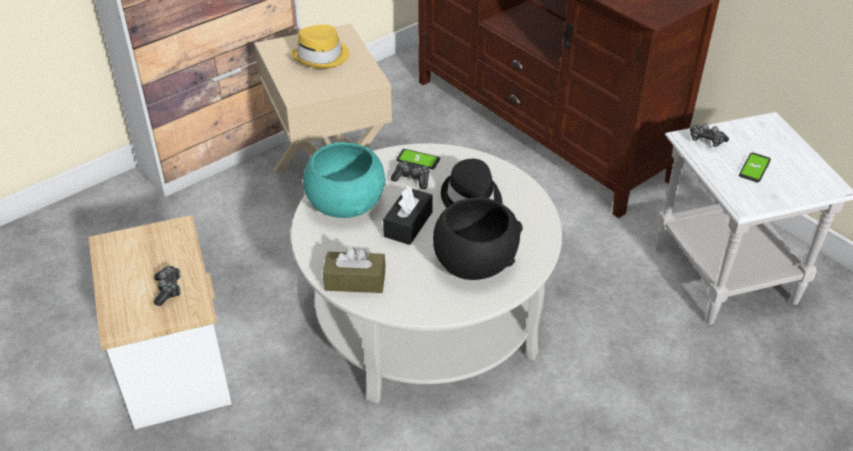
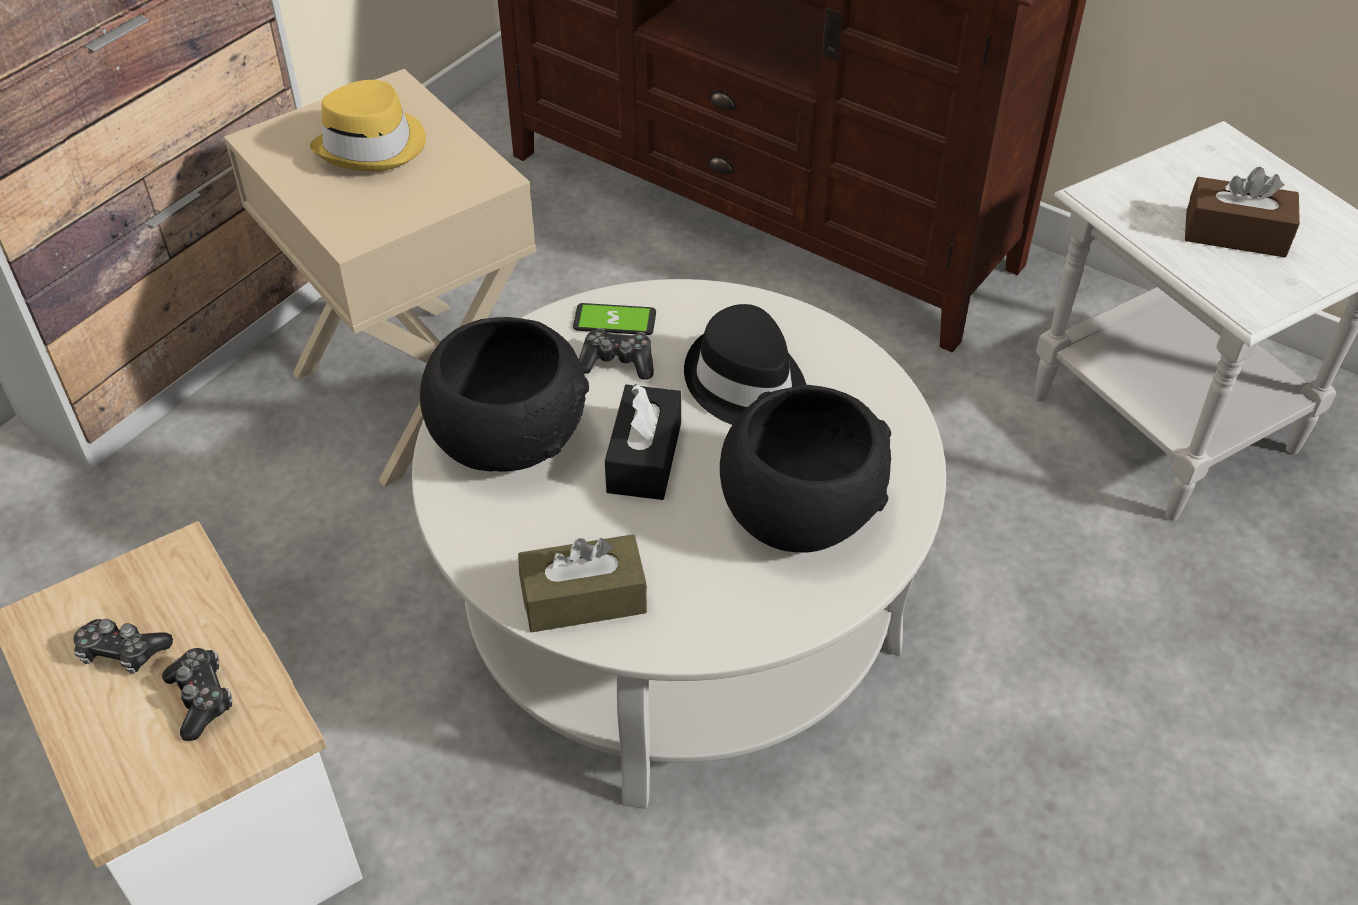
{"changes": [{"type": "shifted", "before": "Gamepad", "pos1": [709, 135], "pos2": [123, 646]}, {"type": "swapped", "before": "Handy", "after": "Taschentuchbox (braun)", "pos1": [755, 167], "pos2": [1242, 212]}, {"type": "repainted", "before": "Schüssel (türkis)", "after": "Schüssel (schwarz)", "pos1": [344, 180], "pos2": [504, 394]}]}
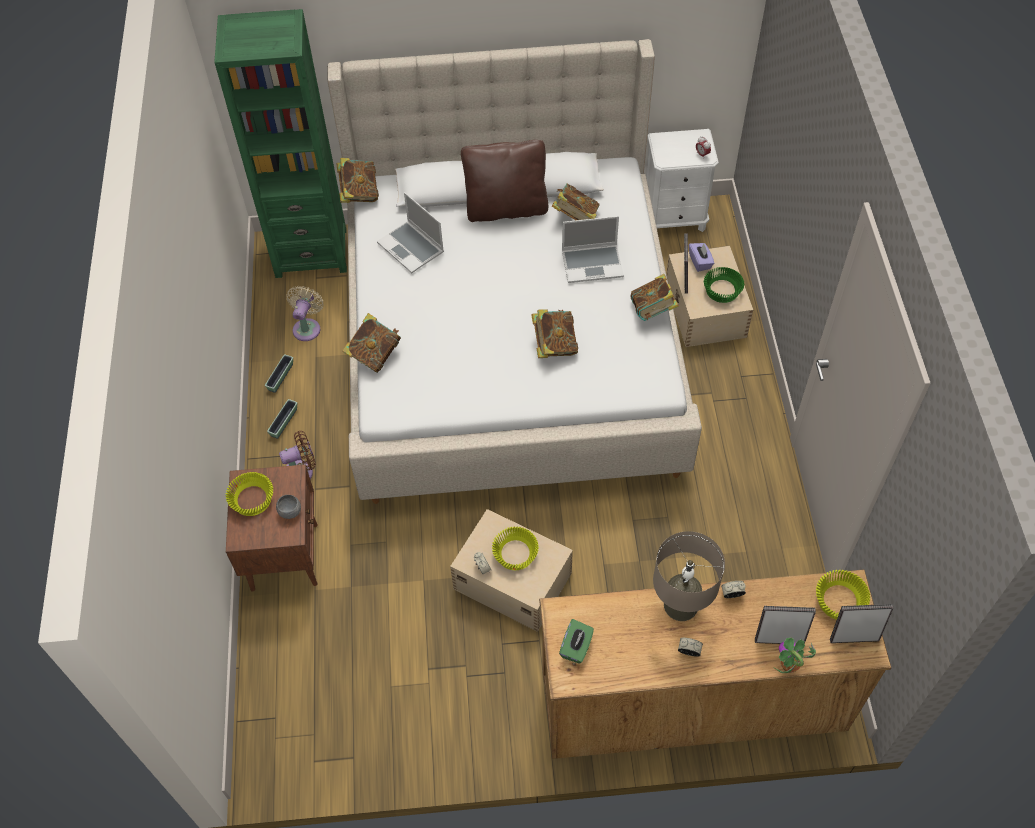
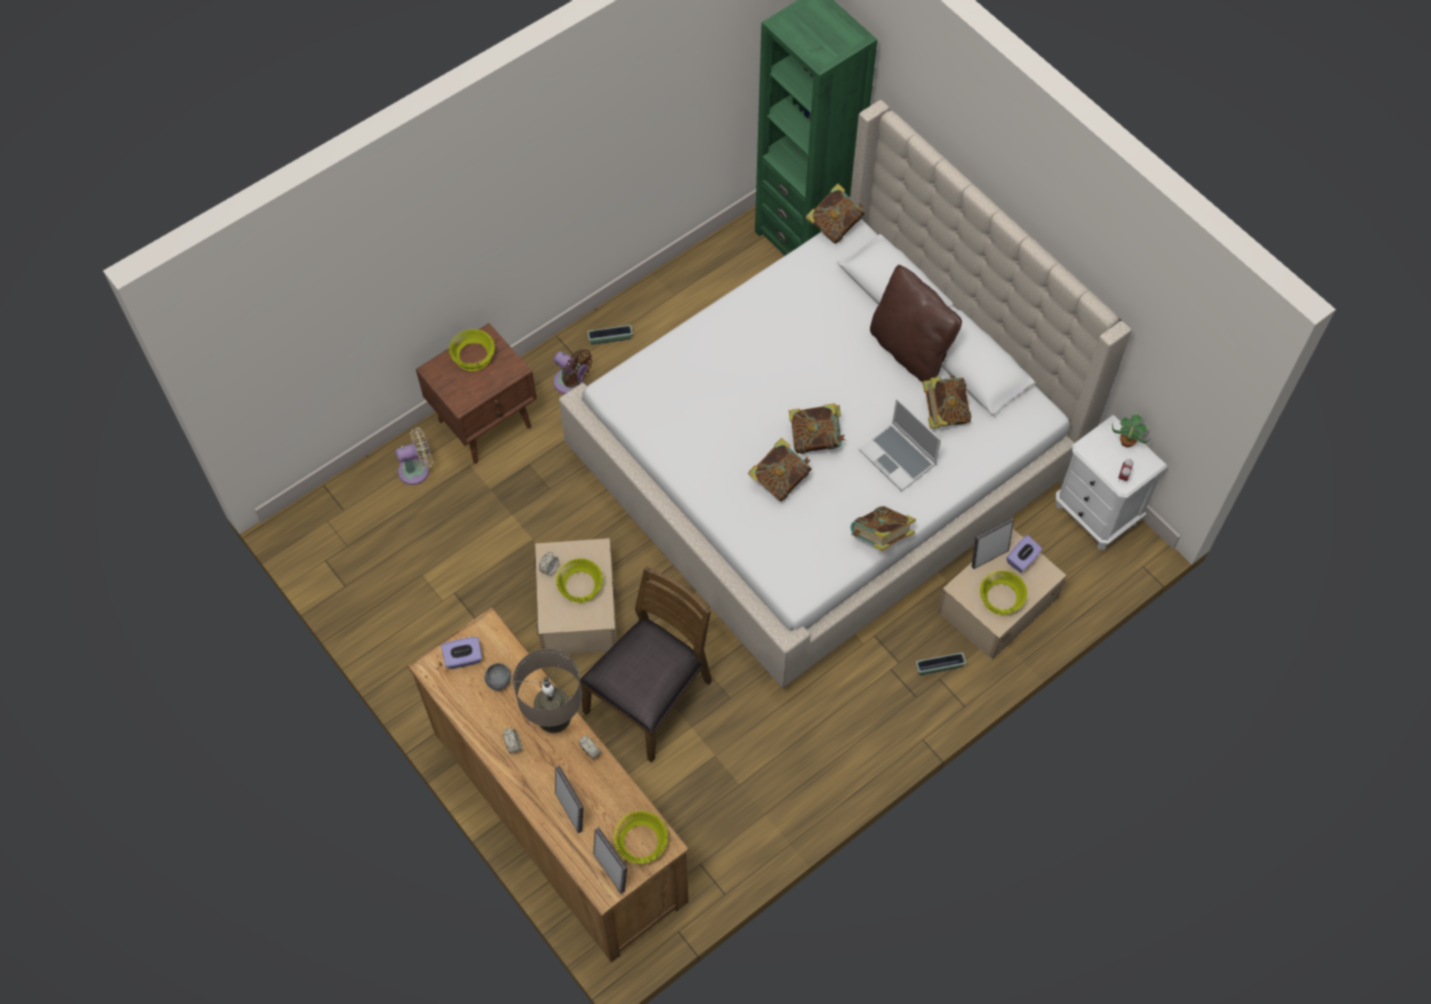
{"changes": [{"type": "gone", "before": "Laptop", "pos1": [410, 232]}, {"type": "new", "after": "Stuhl (braun)", "pos2": [646, 665]}, {"type": "shifted", "before": "Pflanzkübel", "pos1": [279, 373], "pos2": [941, 664]}, {"type": "shifted", "before": "Schüssel (grau)", "pos1": [288, 507], "pos2": [498, 677]}, {"type": "shifted", "before": "Ventilator (beige)", "pos1": [305, 313], "pos2": [414, 456]}, {"type": "shifted", "before": "Buch", "pos1": [371, 343], "pos2": [817, 428]}, {"type": "shifted", "before": "Topfpflanze", "pos1": [795, 655], "pos2": [1132, 431]}, {"type": "repainted", "before": "Taschentuchbox (grün)", "after": "Taschentuchbox (lila)", "pos1": [576, 641], "pos2": [461, 653]}, {"type": "repainted", "before": "Schüssel (grün)", "after": "Schüssel (gelb)", "pos1": [724, 285], "pos2": [1004, 592]}]}
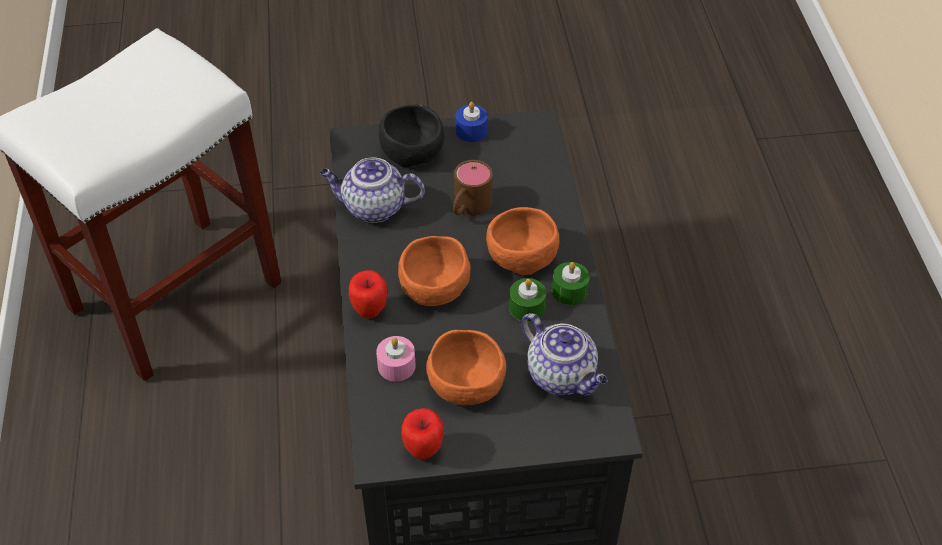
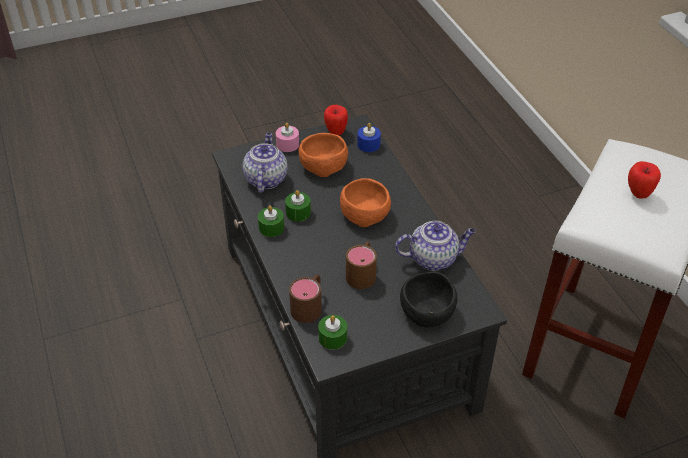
{"changes": [{"type": "gone", "before": "Schüssel (orange)", "pos1": [522, 241]}, {"type": "new", "after": "Henkelbecher (braun)", "pos2": [305, 299]}, {"type": "new", "after": "Kerze (grün)", "pos2": [332, 332]}, {"type": "shifted", "before": "Apfel", "pos1": [368, 294], "pos2": [644, 180]}, {"type": "shifted", "before": "Kerze (rosa)", "pos1": [396, 359], "pos2": [287, 137]}, {"type": "shifted", "before": "Kerze (blau)", "pos1": [472, 122], "pos2": [369, 137]}, {"type": "rotated", "before": "Teekanne", "pos1": [564, 354], "pos2": [265, 162], "turn": 60}]}
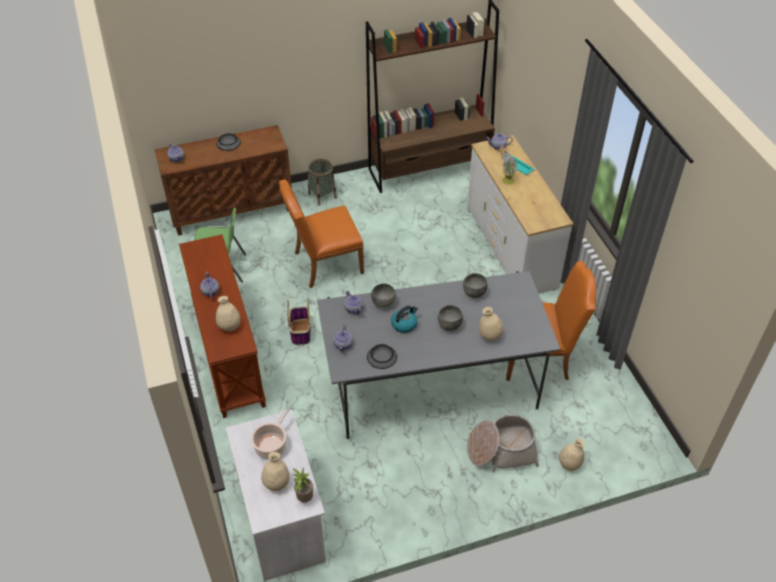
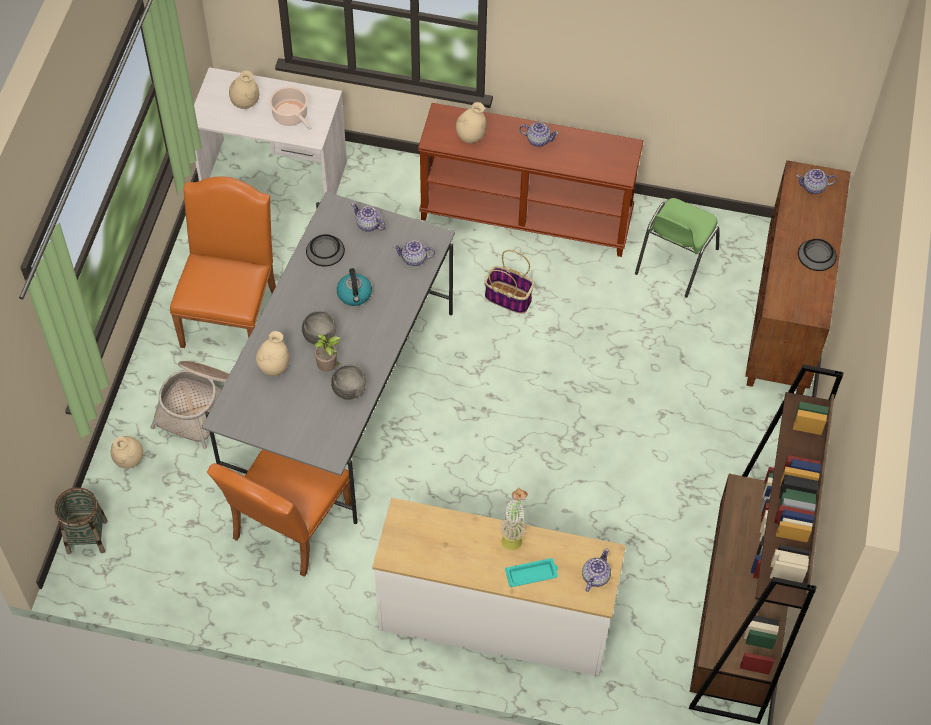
{"changes": [{"type": "gone", "before": "Schüssel (grau)", "pos1": [383, 295]}, {"type": "shifted", "before": "Stuhl (orange)", "pos1": [321, 234], "pos2": [223, 262]}, {"type": "shifted", "before": "Topfpflanze", "pos1": [303, 485], "pos2": [327, 353]}, {"type": "shifted", "before": "Korb", "pos1": [322, 182], "pos2": [81, 520]}]}
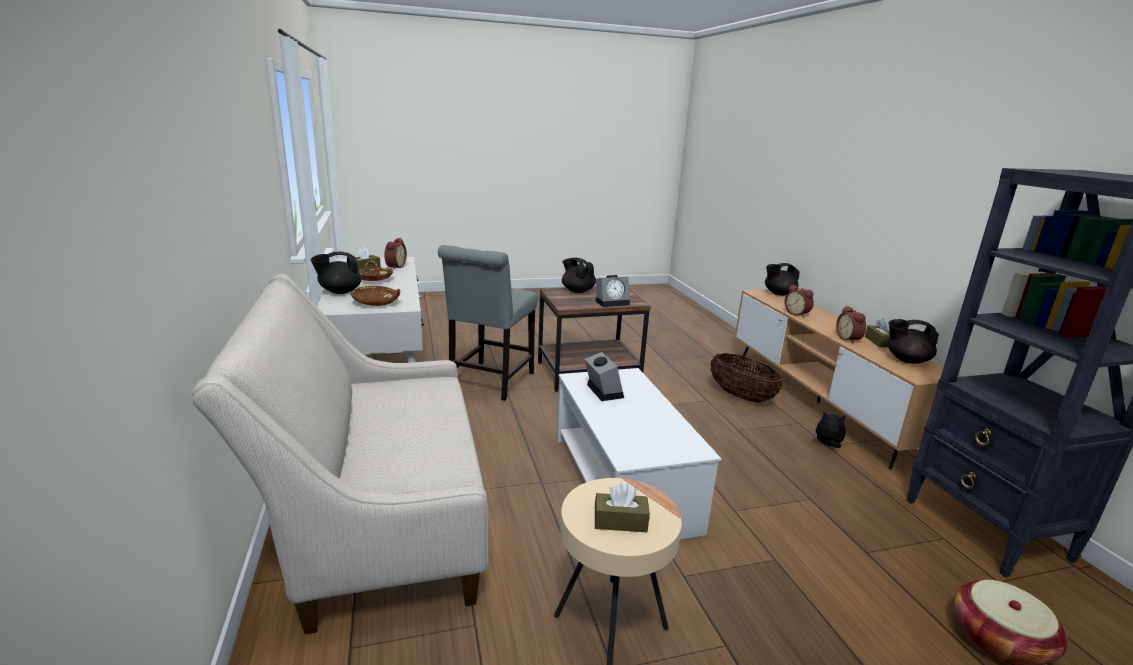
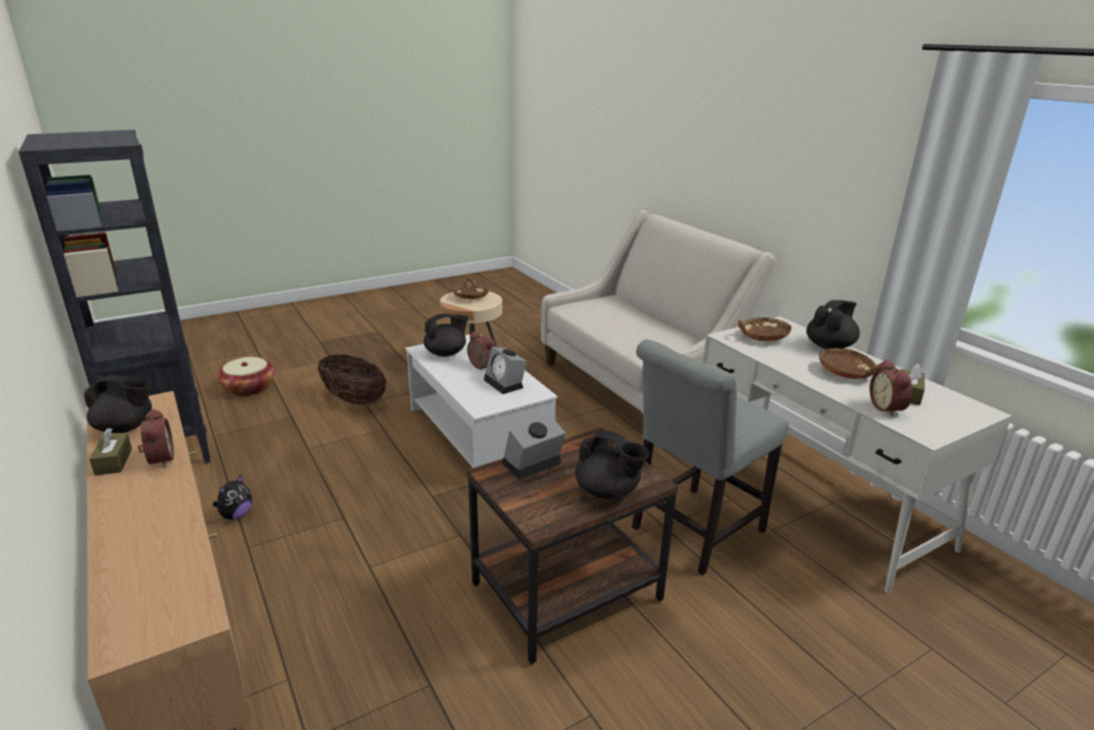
{"changes": [{"type": "shifted", "before": "Korb", "pos1": [746, 378], "pos2": [352, 380]}, {"type": "shifted", "before": "Teekanne (schwarz)", "pos1": [782, 279], "pos2": [446, 335]}, {"type": "shifted", "before": "Wecker", "pos1": [799, 300], "pos2": [481, 350]}, {"type": "swapped", "before": "Taschentuchbox (braun)", "after": "Schüssel (braun)", "pos1": [622, 507], "pos2": [470, 288]}, {"type": "rotated", "before": "Stuhl (grau)", "pos1": [488, 323], "pos2": [710, 457], "turn": -135}, {"type": "rotated", "before": "Plüschtier", "pos1": [830, 430], "pos2": [232, 497], "turn": -60}]}
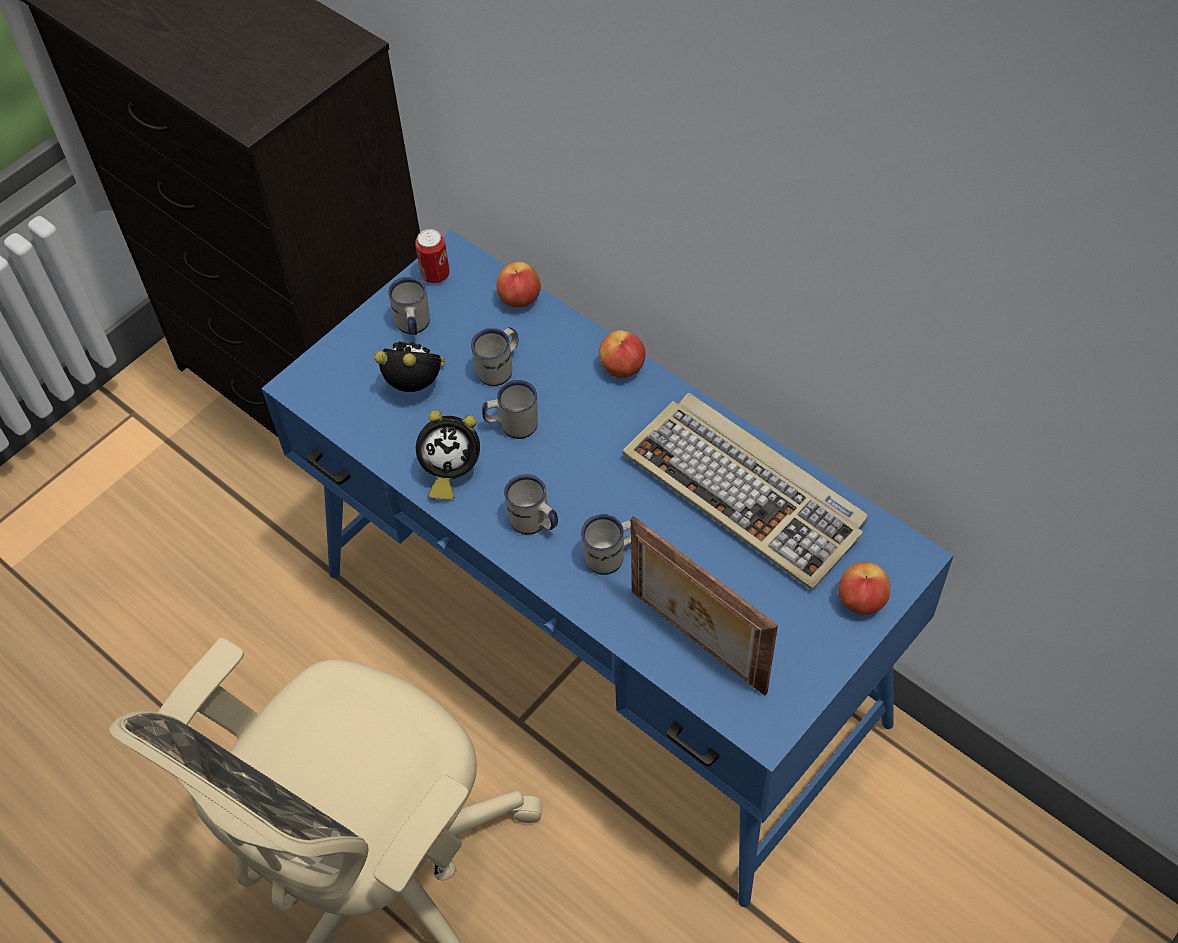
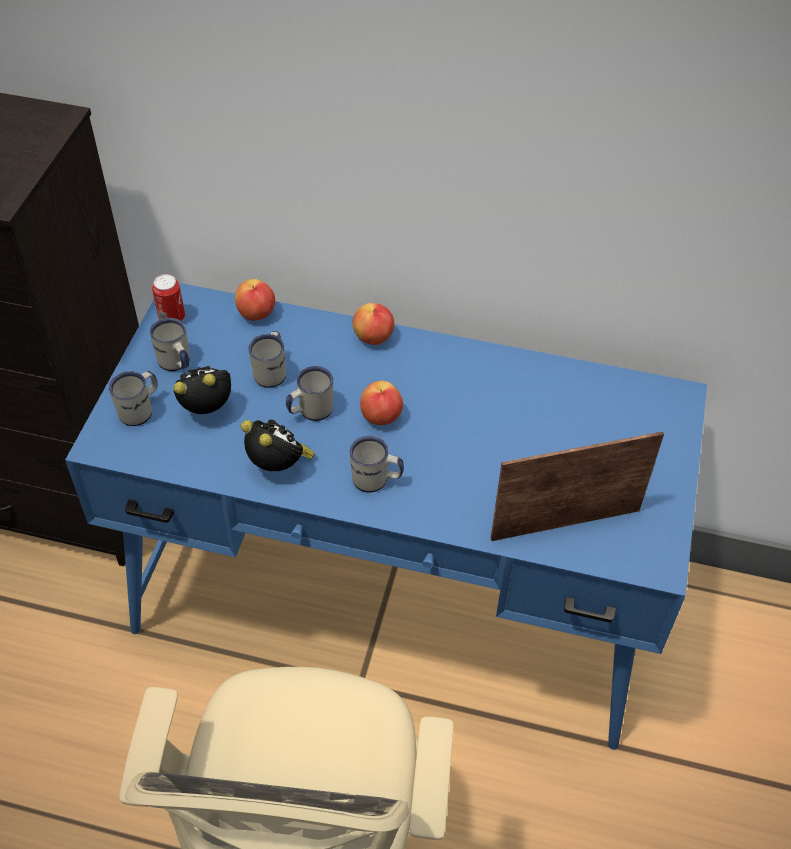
{"changes": [{"type": "gone", "before": "Tastatur", "pos1": [745, 491]}, {"type": "shifted", "before": "Henkelbecher (weiß)", "pos1": [606, 544], "pos2": [133, 398]}, {"type": "shifted", "before": "Apfel", "pos1": [864, 588], "pos2": [381, 403]}, {"type": "rotated", "before": "Wecker", "pos1": [448, 455], "pos2": [278, 445], "turn": -105}, {"type": "rotated", "before": "Bilderrahmen", "pos1": [704, 605], "pos2": [577, 486], "turn": 150}]}
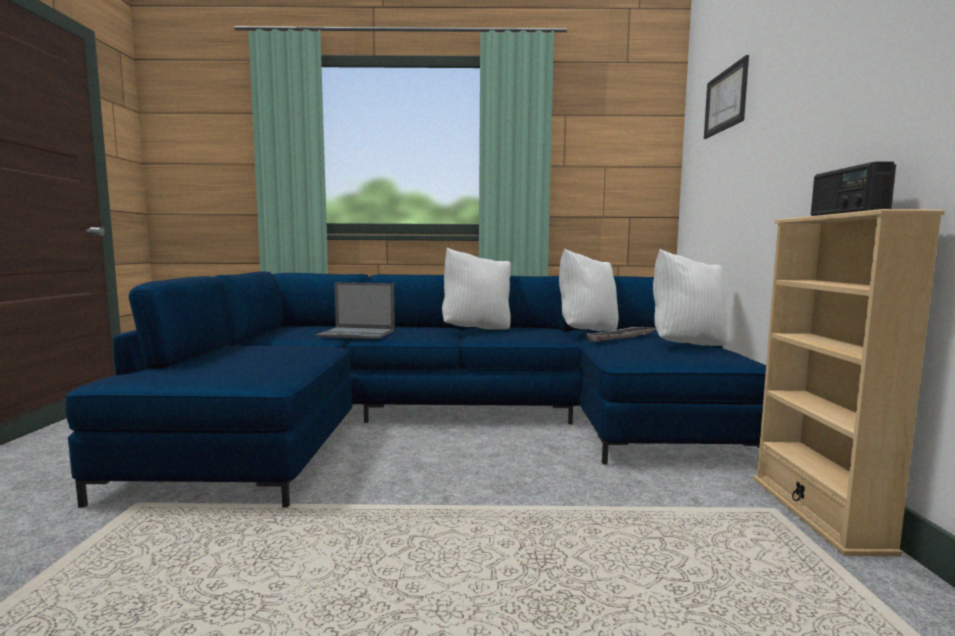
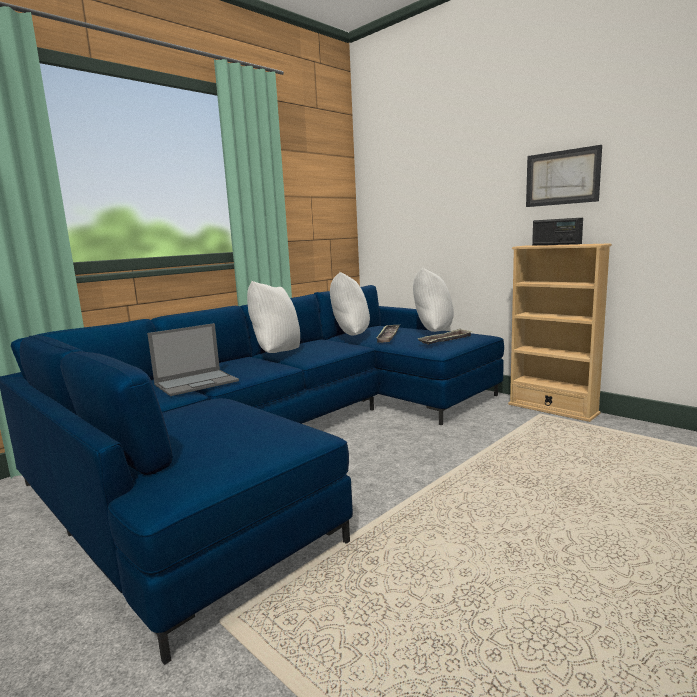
{"changes": [{"type": "new", "after": "Tablett", "pos2": [445, 337]}, {"type": "shifted", "before": "Bild", "pos1": [726, 97], "pos2": [564, 176]}]}
